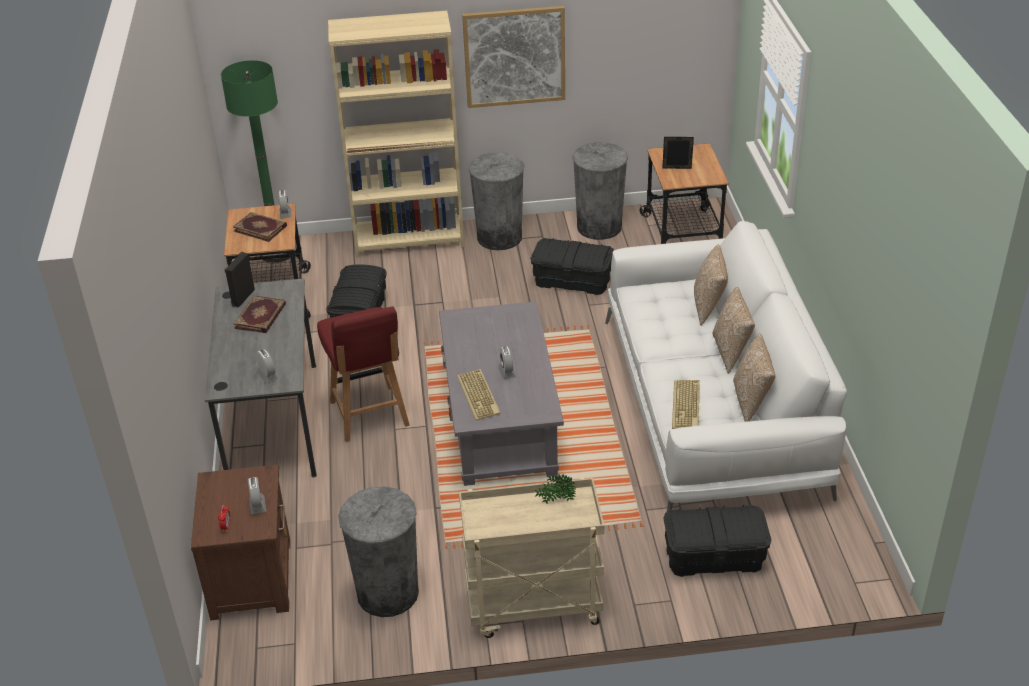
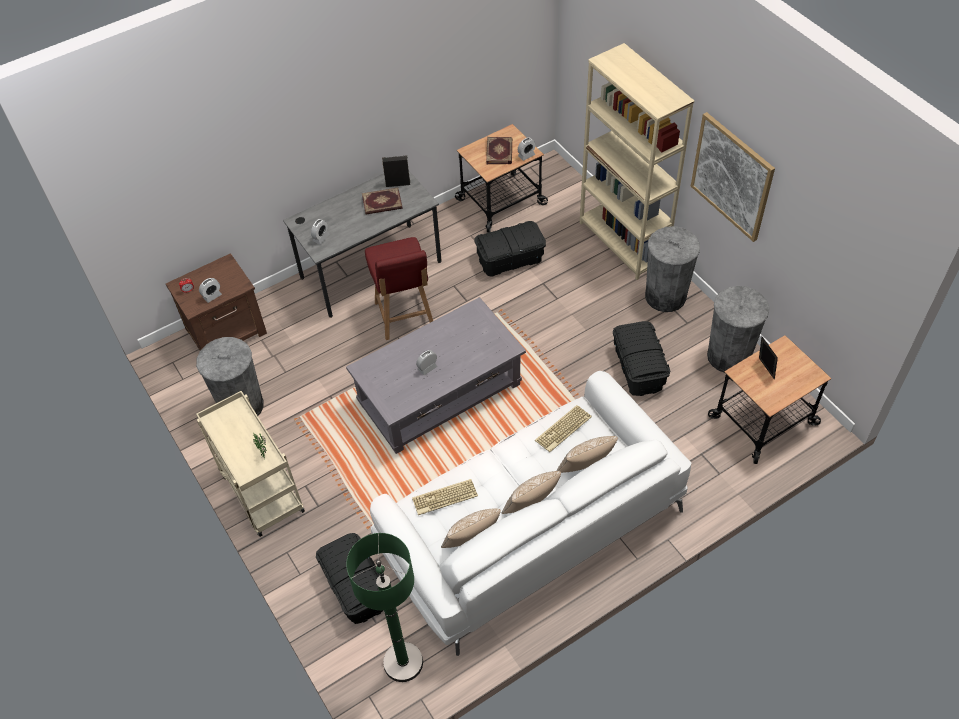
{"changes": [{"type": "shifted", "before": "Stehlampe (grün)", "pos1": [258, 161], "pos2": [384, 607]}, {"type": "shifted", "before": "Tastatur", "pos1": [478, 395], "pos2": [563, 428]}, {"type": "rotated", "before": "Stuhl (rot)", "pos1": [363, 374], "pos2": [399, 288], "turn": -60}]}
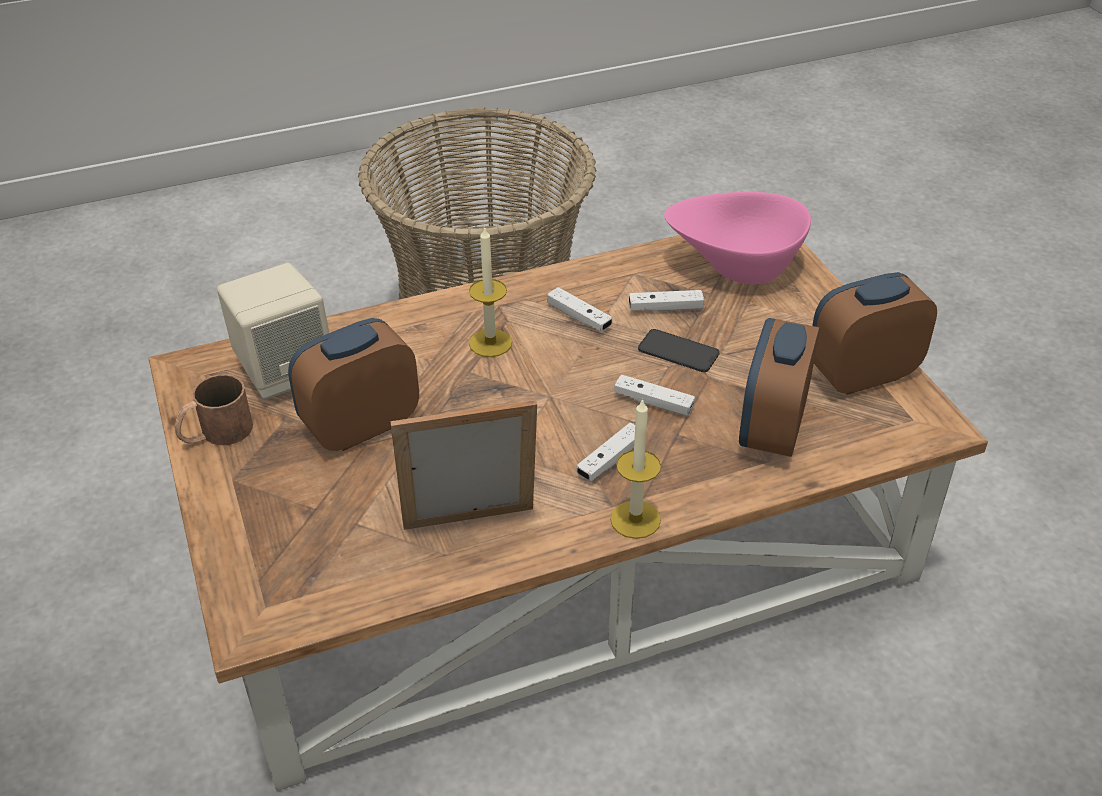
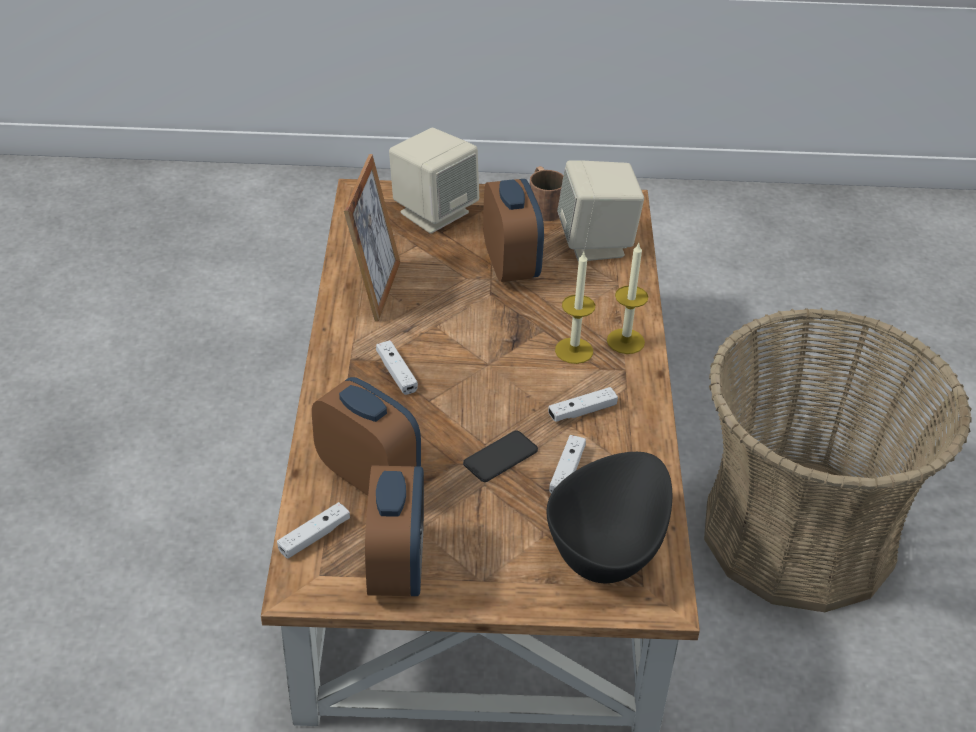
{"changes": [{"type": "new", "after": "Lautsprecher (beige)", "pos2": [434, 181]}, {"type": "shifted", "before": "Kerze", "pos1": [635, 468], "pos2": [627, 298]}, {"type": "shifted", "before": "Gamepad (weiß)", "pos1": [654, 395], "pos2": [313, 530]}, {"type": "repainted", "before": "Schüssel (rosa)", "after": "Schüssel (schwarz)", "pos1": [737, 238], "pos2": [609, 517]}]}
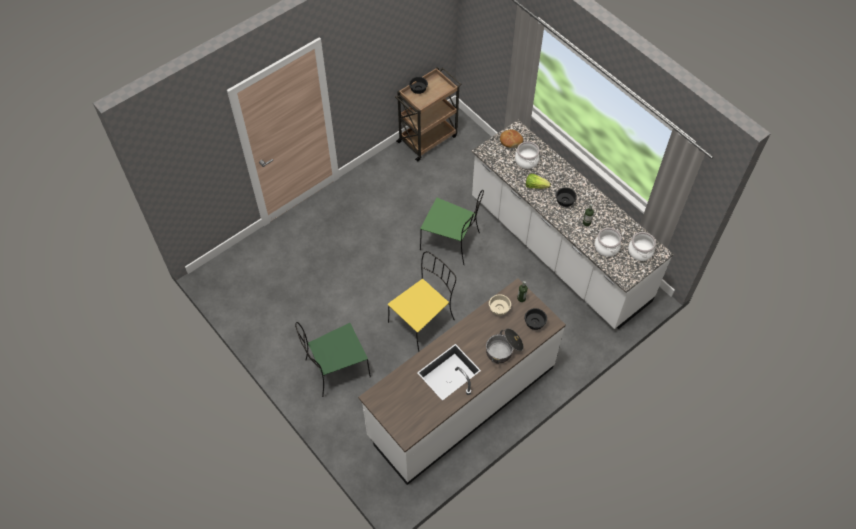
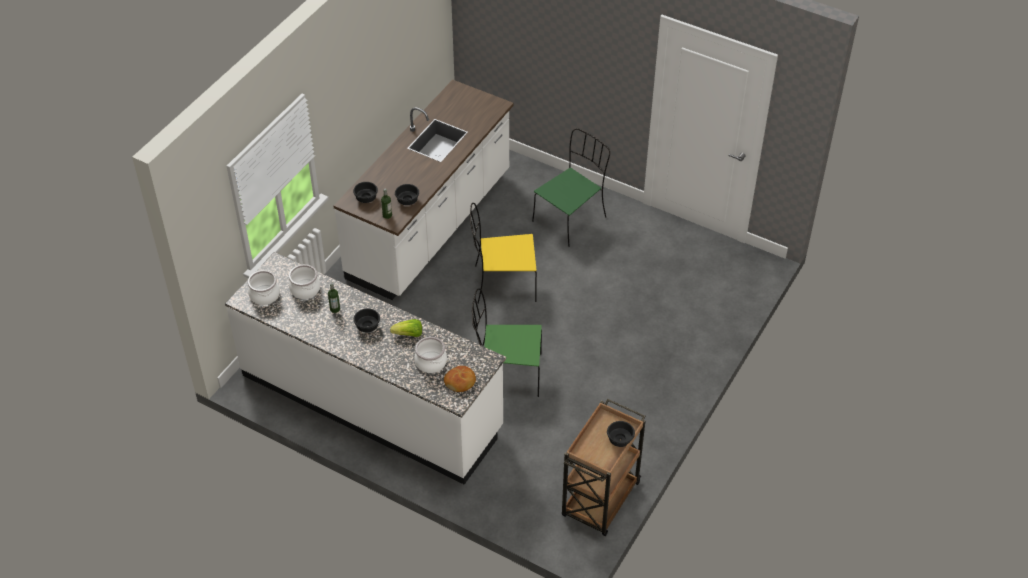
{"changes": [{"type": "gone", "before": "Kochtopf", "pos1": [505, 346]}, {"type": "repainted", "before": "Schüssel (beige)", "after": "Schüssel (schwarz)", "pos1": [500, 305], "pos2": [407, 194]}, {"type": "rotated", "before": "Stuhl (gelb)", "pos1": [422, 301], "pos2": [503, 253], "turn": 60}]}
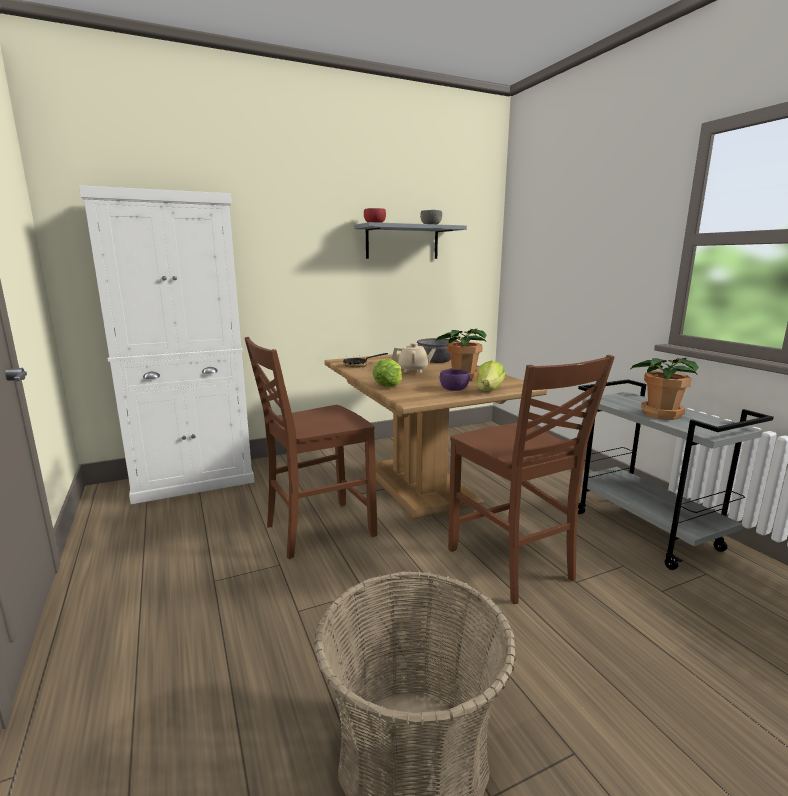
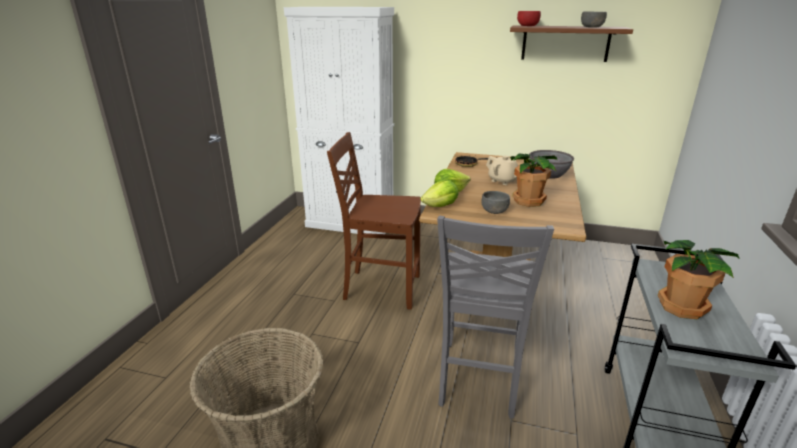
{"changes": [{"type": "shifted", "before": "Salatkopf", "pos1": [490, 376], "pos2": [439, 193]}, {"type": "repainted", "before": "Wandregal (grau)", "after": "Wandregal (braun)", "pos1": [410, 240], "pos2": [571, 43]}, {"type": "repainted", "before": "Schüssel (lila)", "after": "Schüssel (grau)", "pos1": [455, 380], "pos2": [495, 202]}, {"type": "repainted", "before": "Stuhl (braun)", "after": "Stuhl (grau)", "pos1": [531, 479], "pos2": [495, 317]}]}
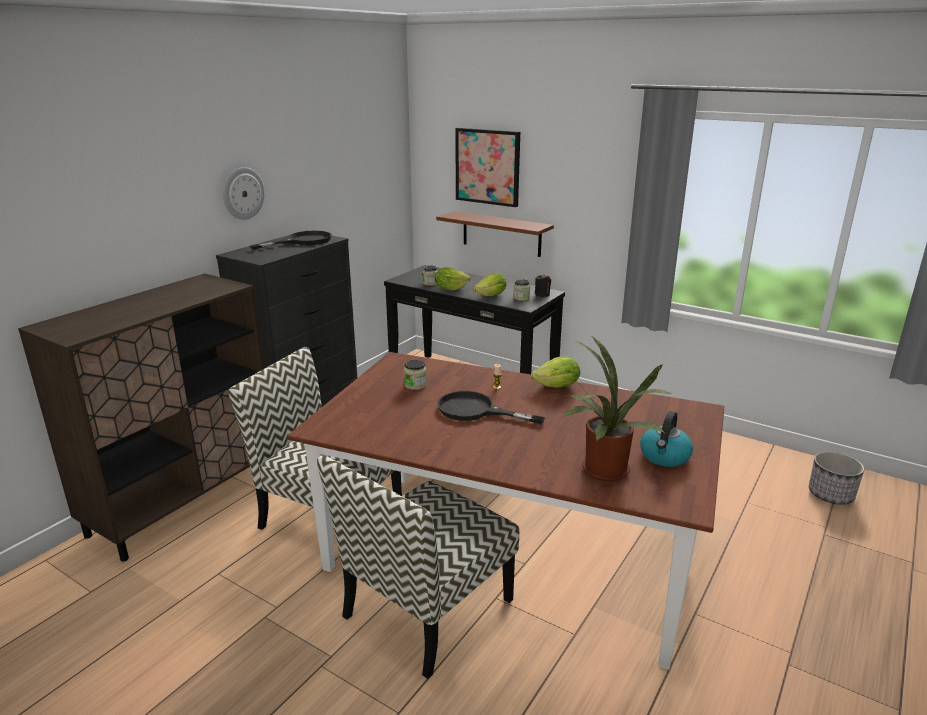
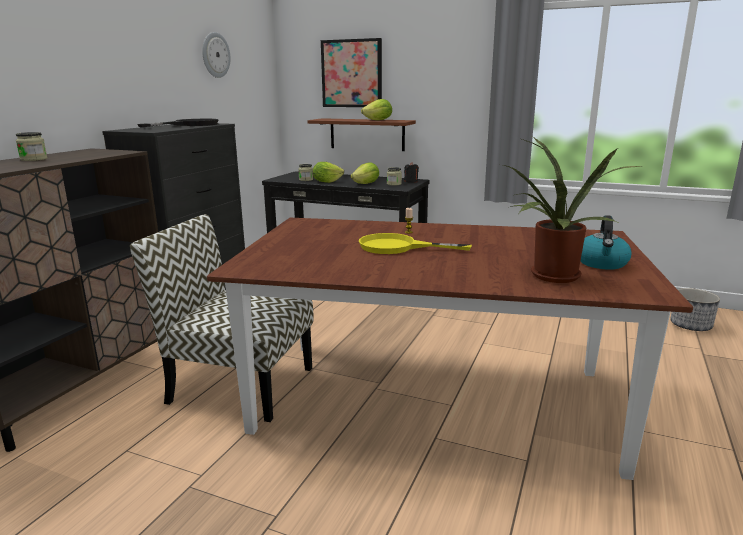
{"changes": [{"type": "gone", "before": "Stuhl", "pos1": [418, 567]}, {"type": "shifted", "before": "Wanduhr", "pos1": [244, 193], "pos2": [216, 55]}, {"type": "shifted", "before": "Vorratsglas", "pos1": [415, 375], "pos2": [32, 146]}, {"type": "shifted", "before": "Salatkopf", "pos1": [555, 372], "pos2": [376, 109]}, {"type": "repainted", "before": "Pfanne (schwarz)", "after": "Pfanne (gelb)", "pos1": [491, 407], "pos2": [415, 243]}]}
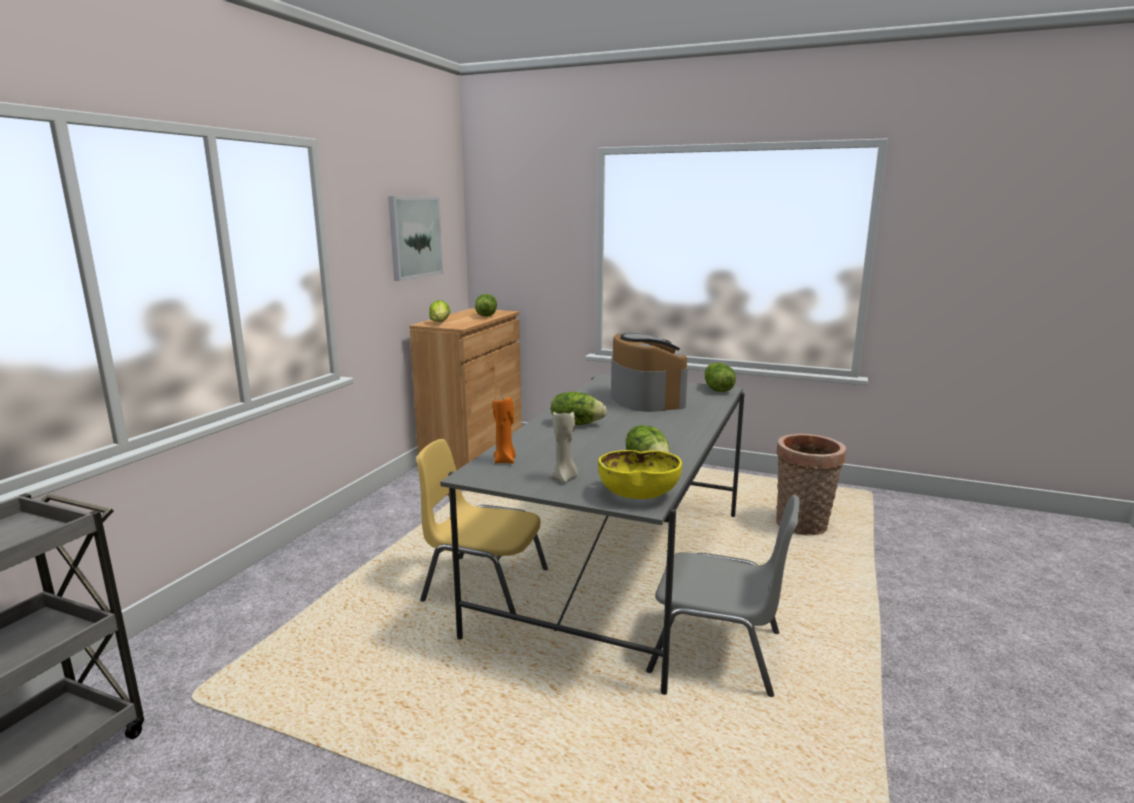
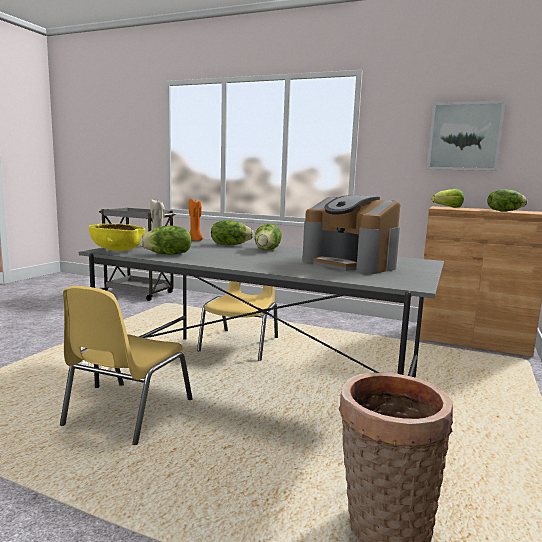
{"changes": [{"type": "shifted", "before": "Salatkopf", "pos1": [720, 377], "pos2": [232, 232]}, {"type": "repainted", "before": "Stuhl (grau)", "after": "Stuhl (gelb)", "pos1": [722, 596], "pos2": [126, 365]}, {"type": "rotated", "before": "Kaffeemaschine", "pos1": [649, 372], "pos2": [351, 234], "turn": 60}]}
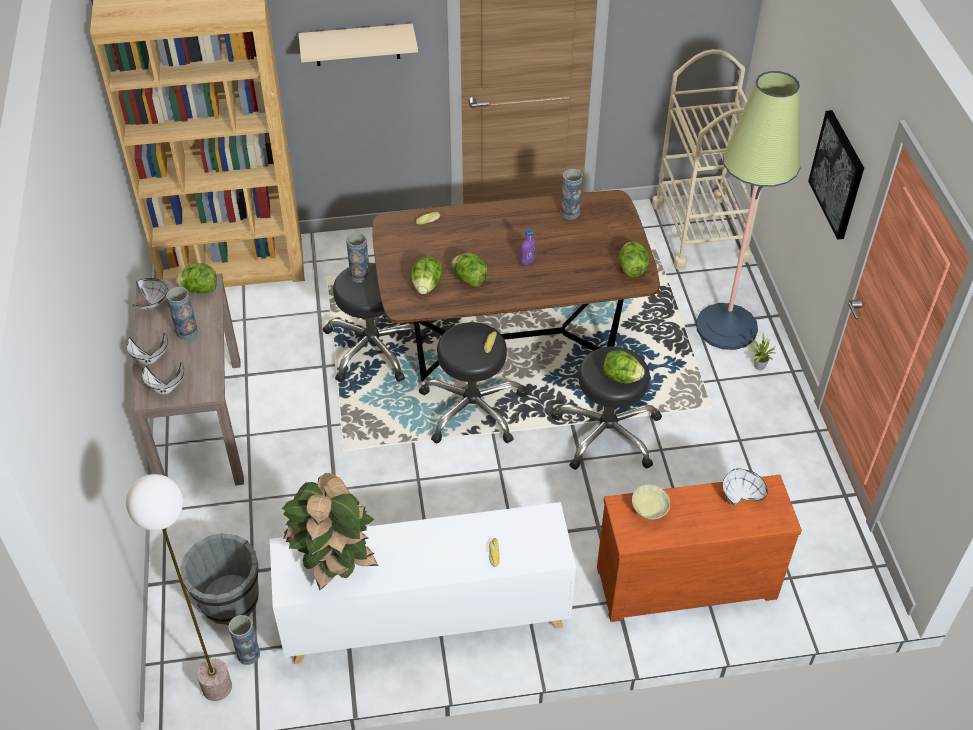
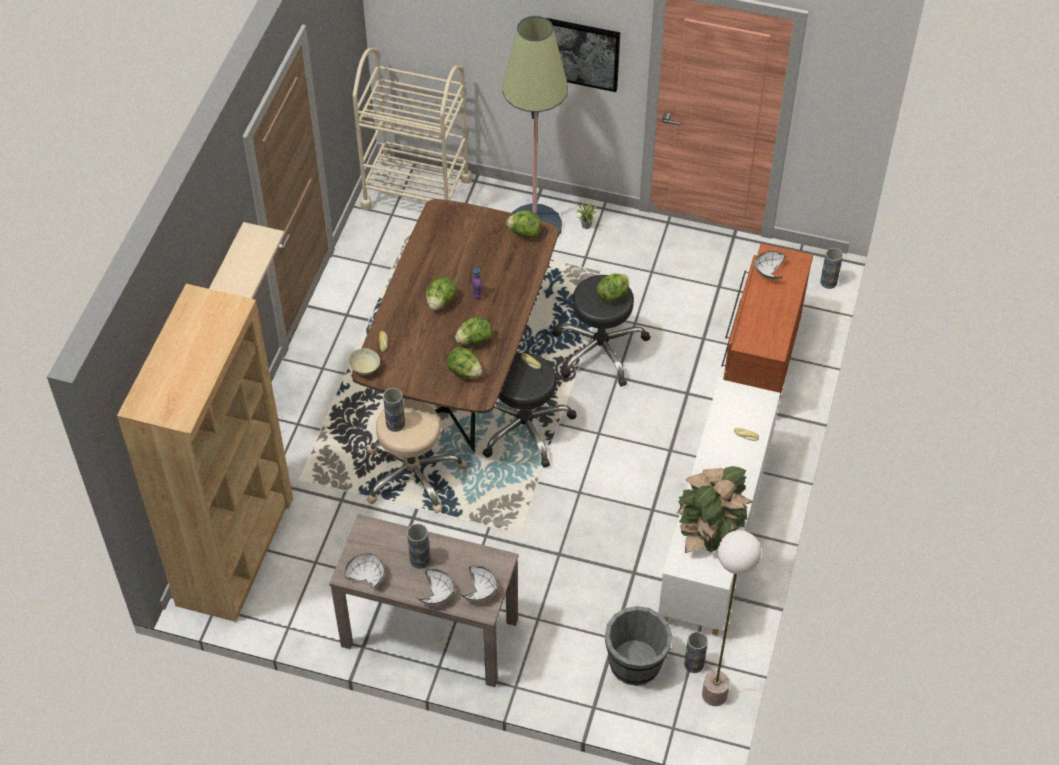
{"changes": [{"type": "shifted", "before": "Salatkopf", "pos1": [196, 278], "pos2": [441, 294]}, {"type": "shifted", "before": "Vase", "pos1": [572, 194], "pos2": [831, 268]}, {"type": "shifted", "before": "Schüssel (beige)", "pos1": [651, 502], "pos2": [364, 361]}, {"type": "repainted", "before": "Hocker (schwarz)", "after": "Hocker (beige)", "pos1": [375, 322], "pos2": [417, 456]}]}
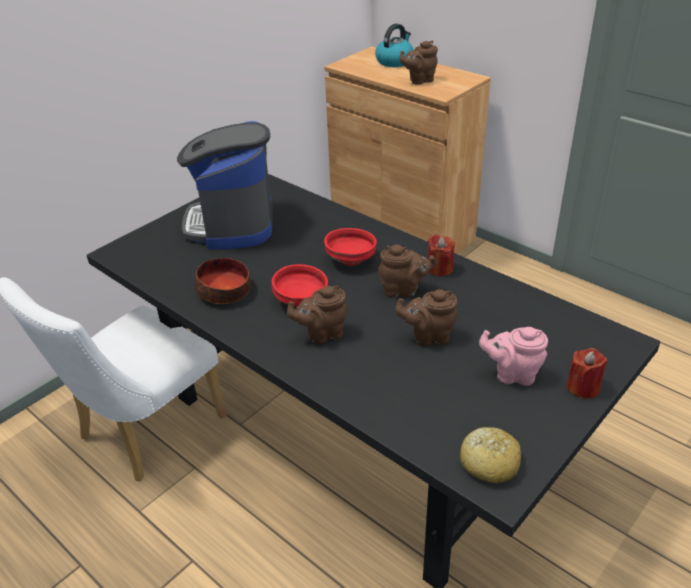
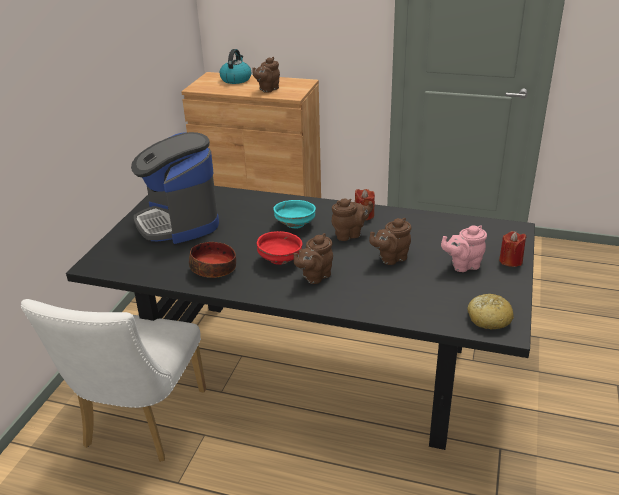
{"changes": [{"type": "repainted", "before": "Schüssel (rot)", "after": "Schüssel (türkis)", "pos1": [350, 247], "pos2": [295, 214]}]}
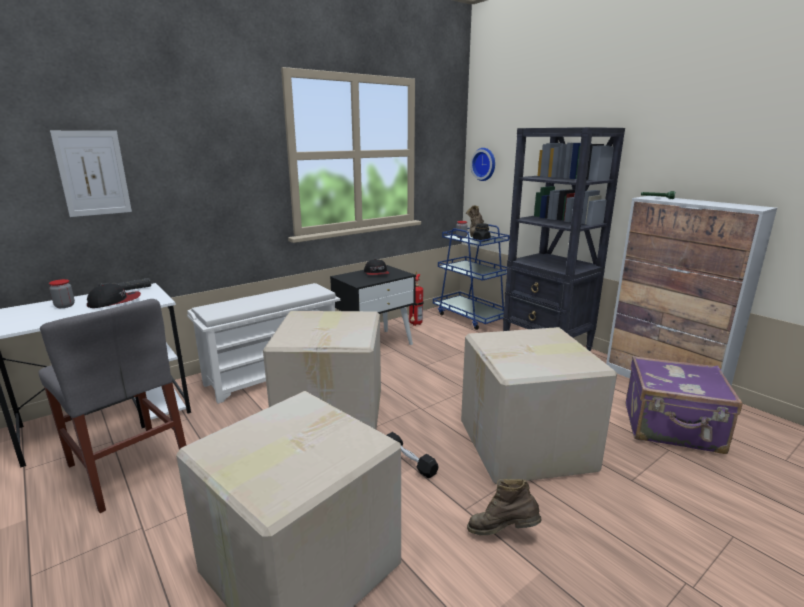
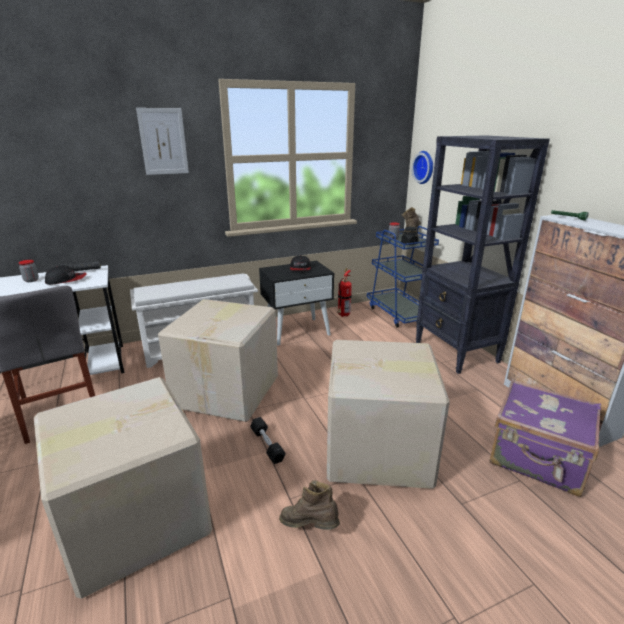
{"changes": [{"type": "shifted", "before": "Bild", "pos1": [91, 174], "pos2": [162, 141]}]}
